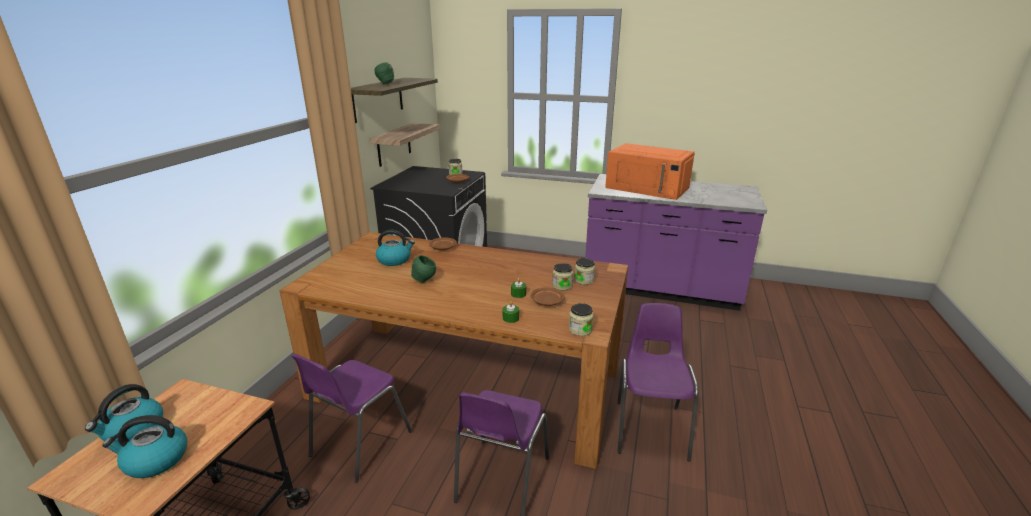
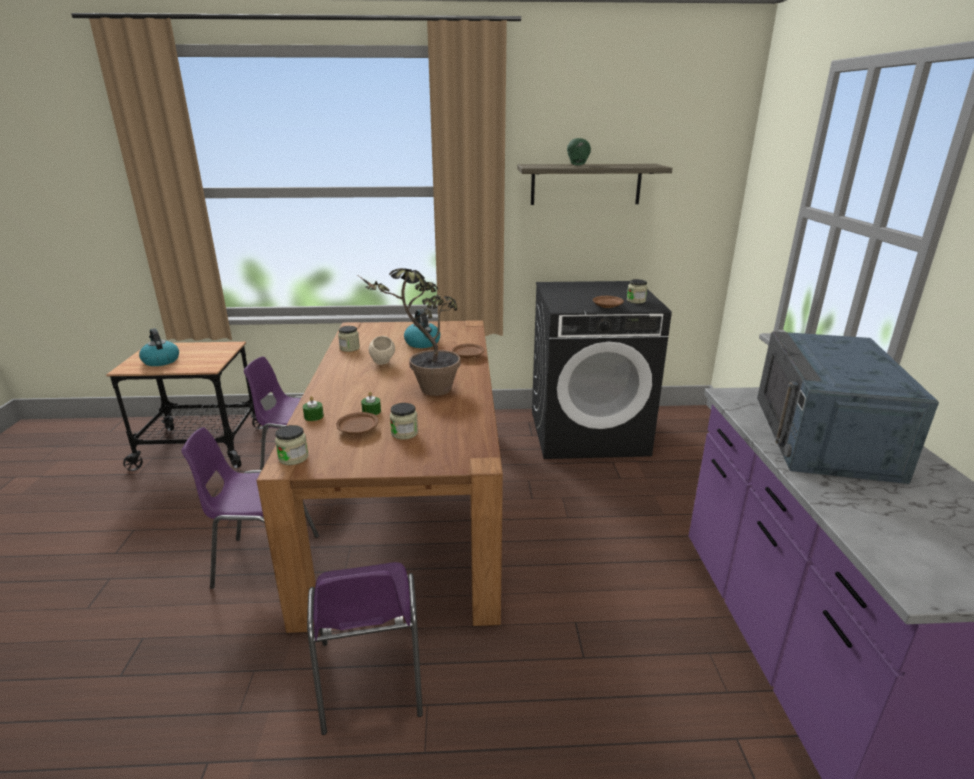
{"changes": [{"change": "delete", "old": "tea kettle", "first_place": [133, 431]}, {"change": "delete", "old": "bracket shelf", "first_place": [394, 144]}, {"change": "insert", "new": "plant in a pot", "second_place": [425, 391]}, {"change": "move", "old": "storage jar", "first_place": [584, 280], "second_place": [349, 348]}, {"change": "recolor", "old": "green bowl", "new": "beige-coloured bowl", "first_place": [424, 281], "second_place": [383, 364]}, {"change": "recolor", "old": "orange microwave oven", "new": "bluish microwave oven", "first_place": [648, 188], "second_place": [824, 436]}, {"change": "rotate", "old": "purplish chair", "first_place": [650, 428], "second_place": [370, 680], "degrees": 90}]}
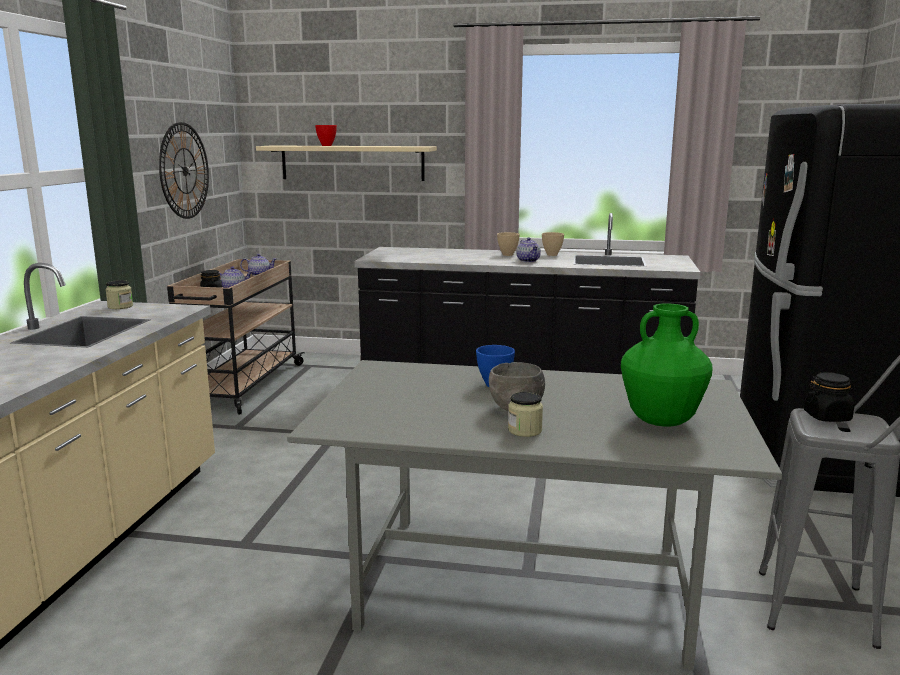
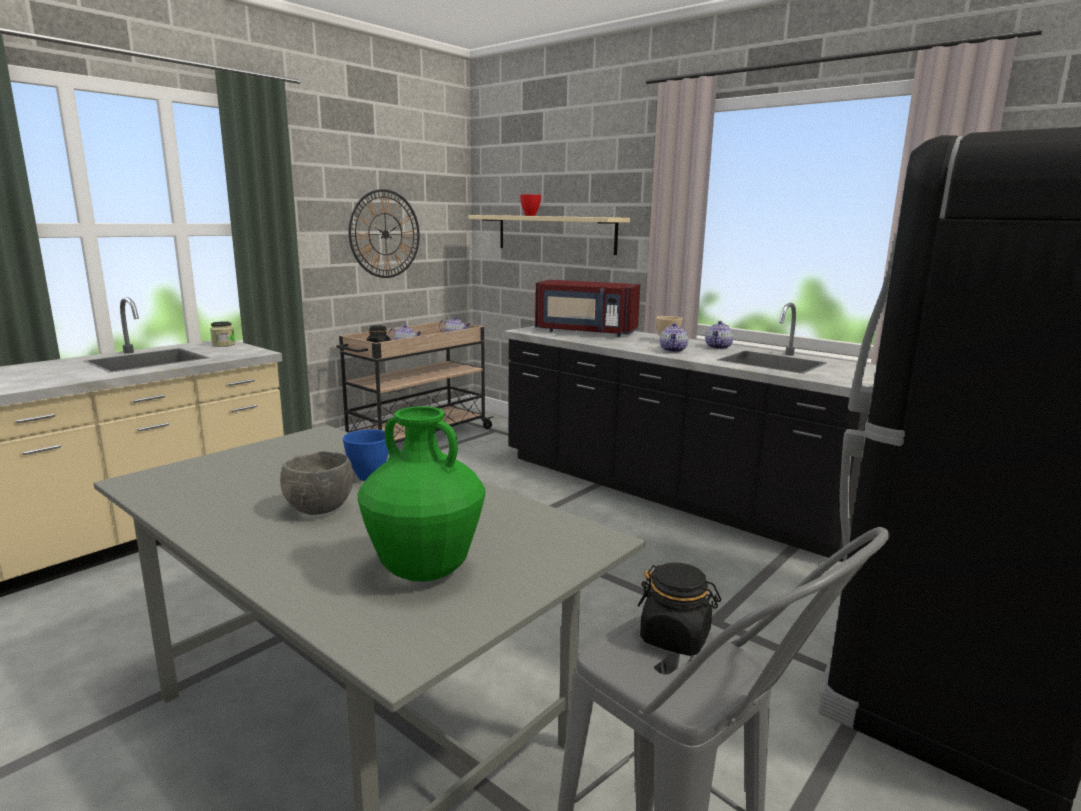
{"changes": [{"change": "delete", "old": "storage jar", "first_place": [524, 430]}, {"change": "insert", "new": "red-coloured microwave oven", "second_place": [585, 332]}, {"change": "replace", "old": "beige-coloured bowl", "new": "teapot", "first_place": [552, 254], "second_place": [718, 347]}]}
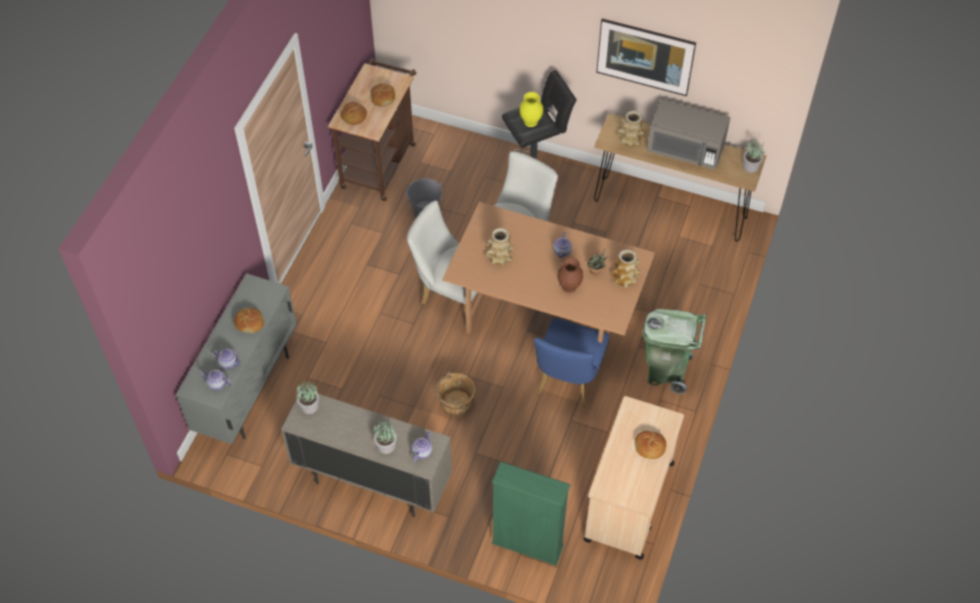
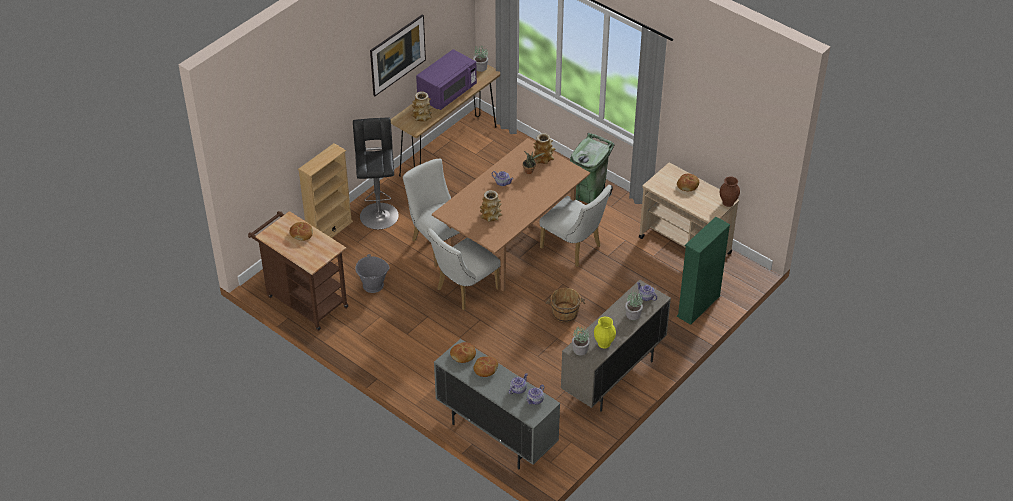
{"changes": [{"change": "insert", "new": "beige-coloured shelving unit", "second_place": [329, 231]}, {"change": "move", "old": "bread", "first_place": [353, 116], "second_place": [463, 355]}, {"change": "move", "old": "yellow vase", "first_place": [530, 122], "second_place": [604, 344]}, {"change": "move", "old": "brownish vase", "first_place": [568, 286], "second_place": [727, 203]}, {"change": "recolor", "old": "bluish chair", "new": "whitish chair", "first_place": [567, 382], "second_place": [574, 248]}, {"change": "recolor", "old": "grey microwave oven", "new": "purplish microwave oven", "first_place": [685, 149], "second_place": [447, 93]}]}
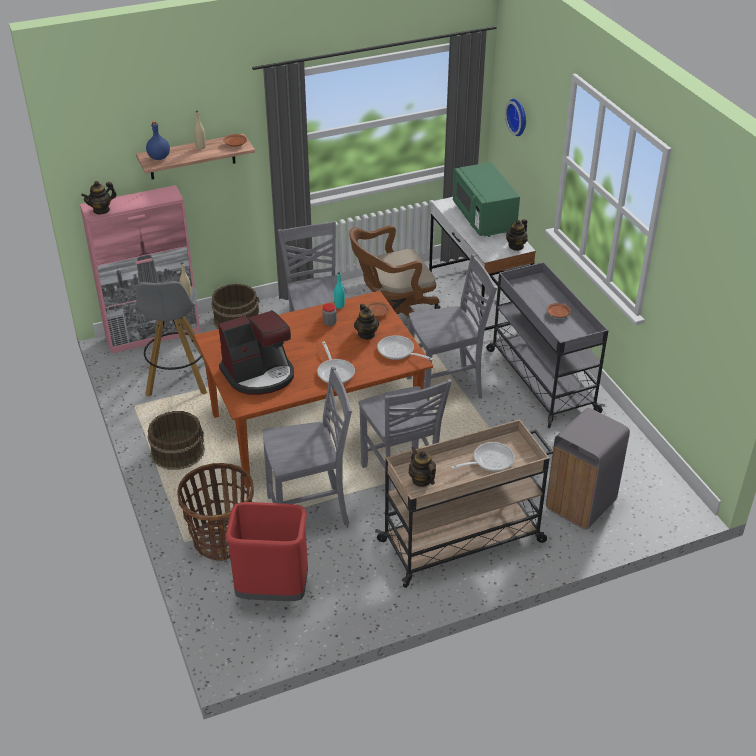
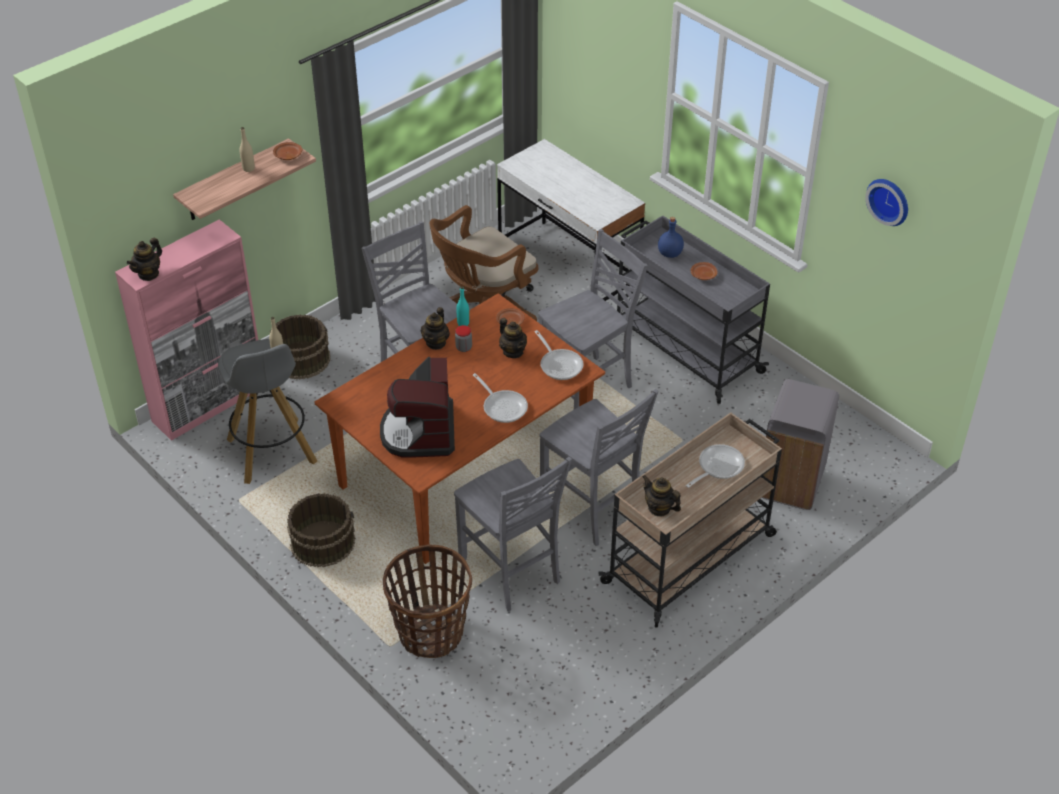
{"changes": [{"change": "delete", "old": "red-coloured trash can", "first_place": [272, 591]}, {"change": "delete", "old": "green microwave oven", "first_place": [484, 218]}, {"change": "move", "old": "bluish drink bottle", "first_place": [159, 157], "second_place": [669, 253]}, {"change": "move", "old": "wall clock", "first_place": [518, 116], "second_place": [890, 200]}, {"change": "move", "old": "teapot", "first_place": [516, 246], "second_place": [436, 343]}, {"change": "rotate", "old": "coffee brewer", "first_place": [259, 374], "second_place": [420, 432], "degrees": 135}, {"change": "rotate", "old": "grey chair", "first_place": [310, 512], "second_place": [511, 572], "degrees": 90}, {"change": "rotate", "old": "pan", "first_place": [398, 352], "second_place": [559, 364], "degrees": -135}]}
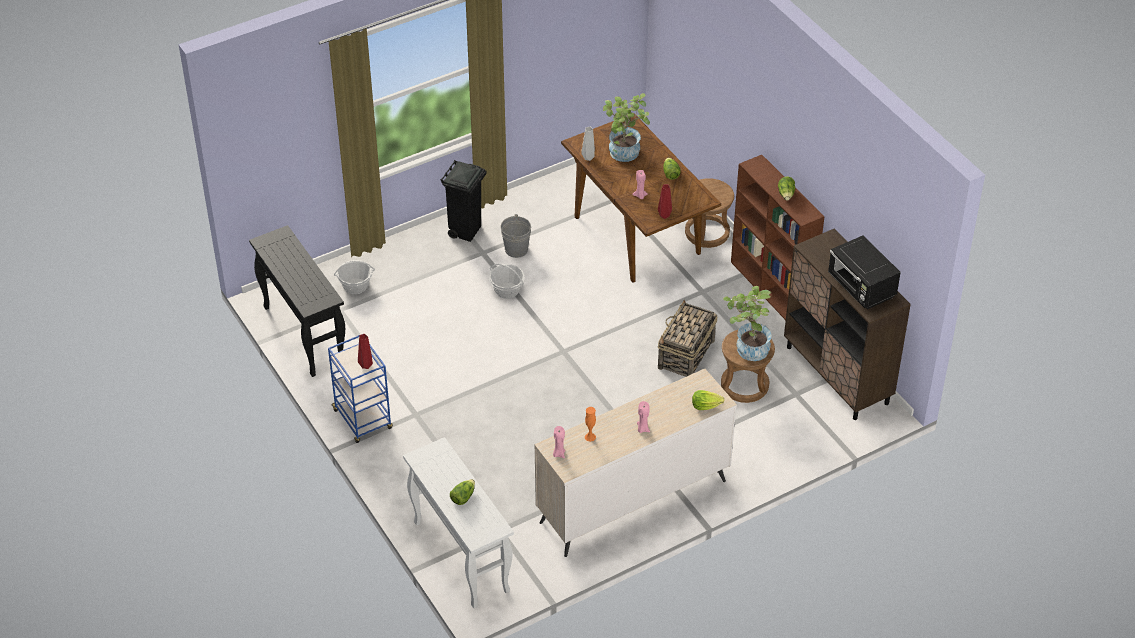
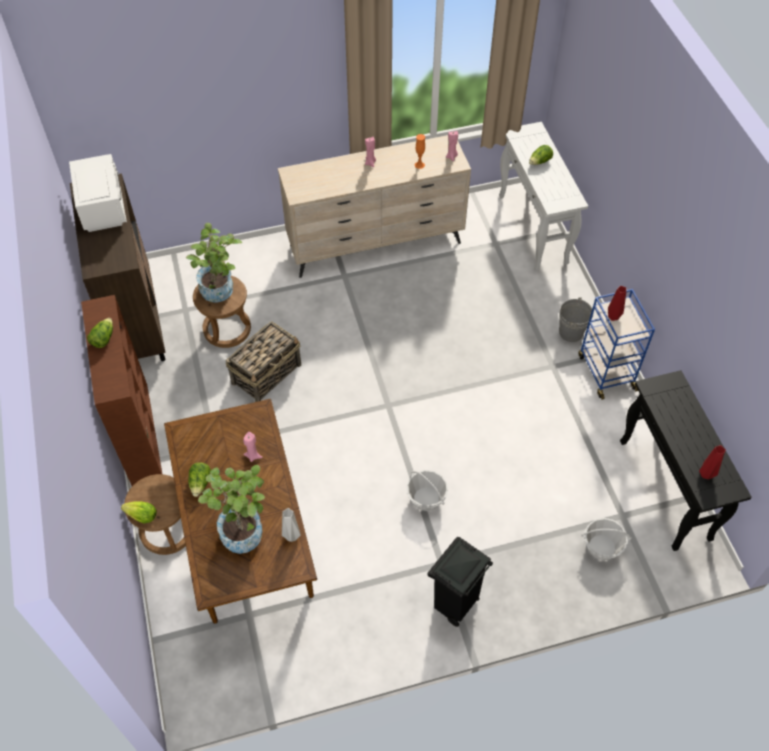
{"changes": [{"change": "move", "old": "grey bucket", "first_place": [516, 249], "second_place": [571, 332]}, {"change": "move", "old": "red-coloured vase", "first_place": [664, 215], "second_place": [707, 474]}, {"change": "move", "old": "lettuce", "first_place": [705, 406], "second_place": [142, 516]}, {"change": "recolor", "old": "blackish microwave oven", "new": "whitish microwave oven", "first_place": [861, 288], "second_place": [103, 207]}]}
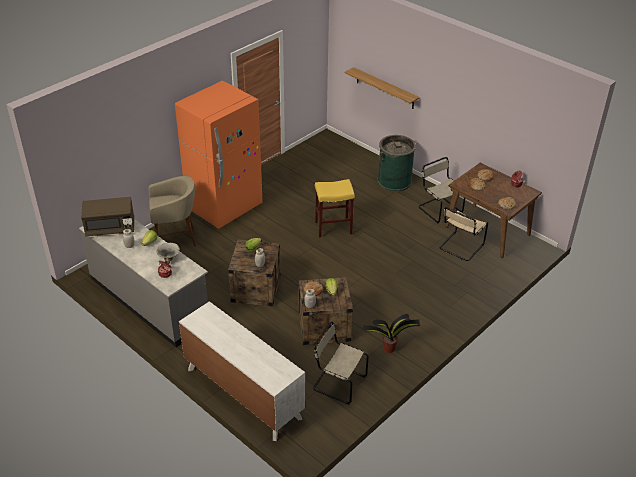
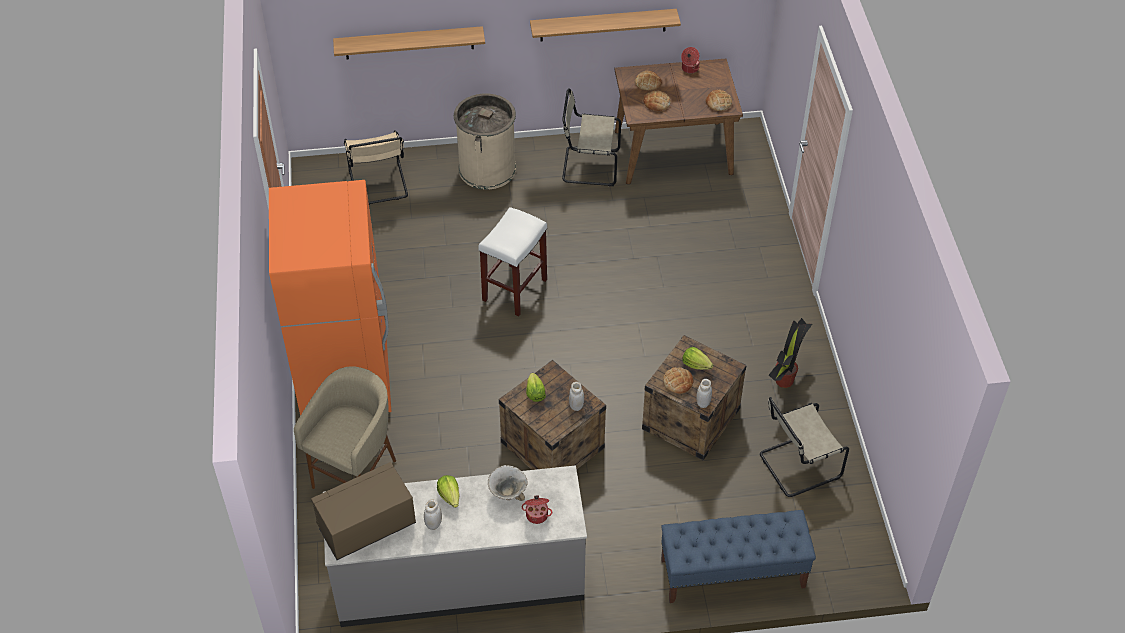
{"changes": [{"change": "insert", "new": "bracket shelf", "second_place": [603, 25]}, {"change": "move", "old": "beige-coloured chair", "first_place": [460, 247], "second_place": [379, 185]}, {"change": "replace", "old": "whitish chest of drawers", "new": "bluish bench", "first_place": [243, 393], "second_place": [732, 573]}, {"change": "recolor", "old": "yellow stool", "new": "whitish stool", "first_place": [332, 228], "second_place": [514, 291]}, {"change": "recolor", "old": "green trash can", "new": "beige-coloured trash can", "first_place": [394, 181], "second_place": [487, 169]}, {"change": "rotate", "old": "brownish microwave oven", "first_place": [110, 228], "second_place": [366, 525], "degrees": -150}]}
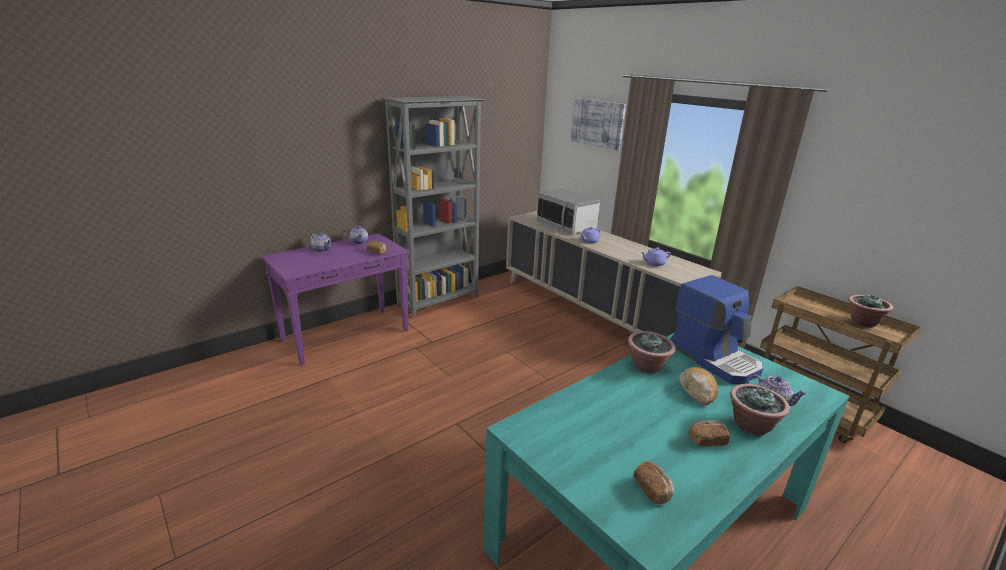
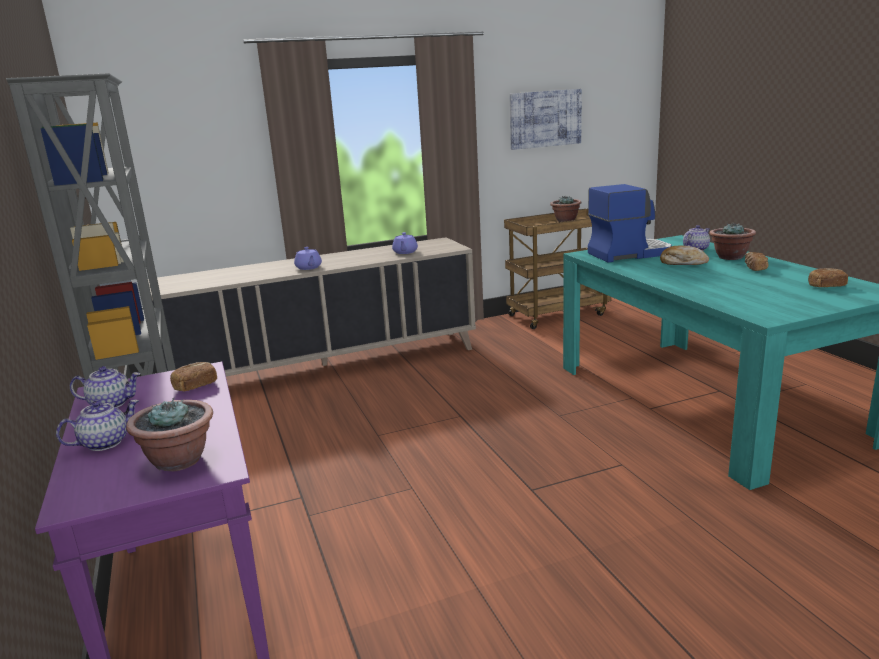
{"changes": [{"change": "delete", "old": "microwave oven", "first_place": [566, 225]}, {"change": "move", "old": "wall picture", "first_place": [597, 123], "second_place": [545, 119]}, {"change": "move", "old": "plant in a pot", "first_place": [647, 367], "second_place": [179, 460]}]}
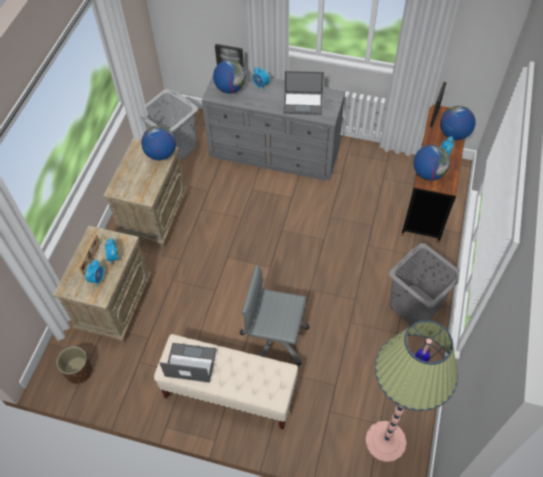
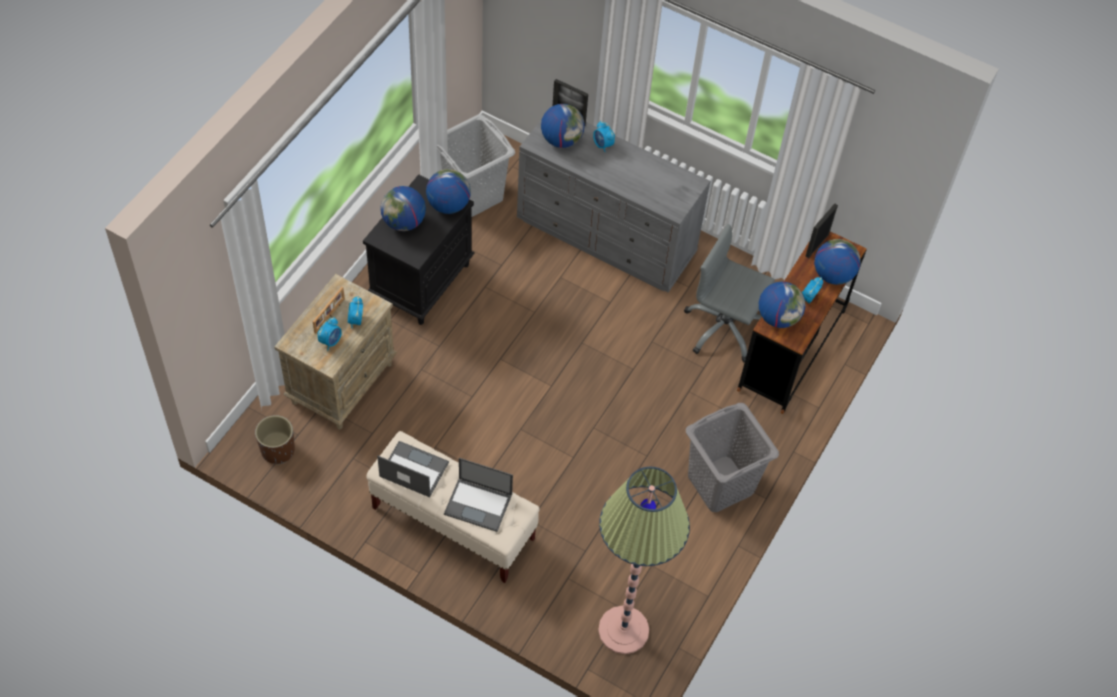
{"changes": [{"change": "insert", "new": "globe", "second_place": [403, 222]}, {"change": "move", "old": "grey desk chair", "first_place": [275, 340], "second_place": [723, 328]}, {"change": "move", "old": "laptop", "first_place": [303, 103], "second_place": [479, 504]}, {"change": "recolor", "old": "beige-coloured bedside table", "new": "blackish bedside table", "first_place": [155, 216], "second_place": [422, 281]}]}
